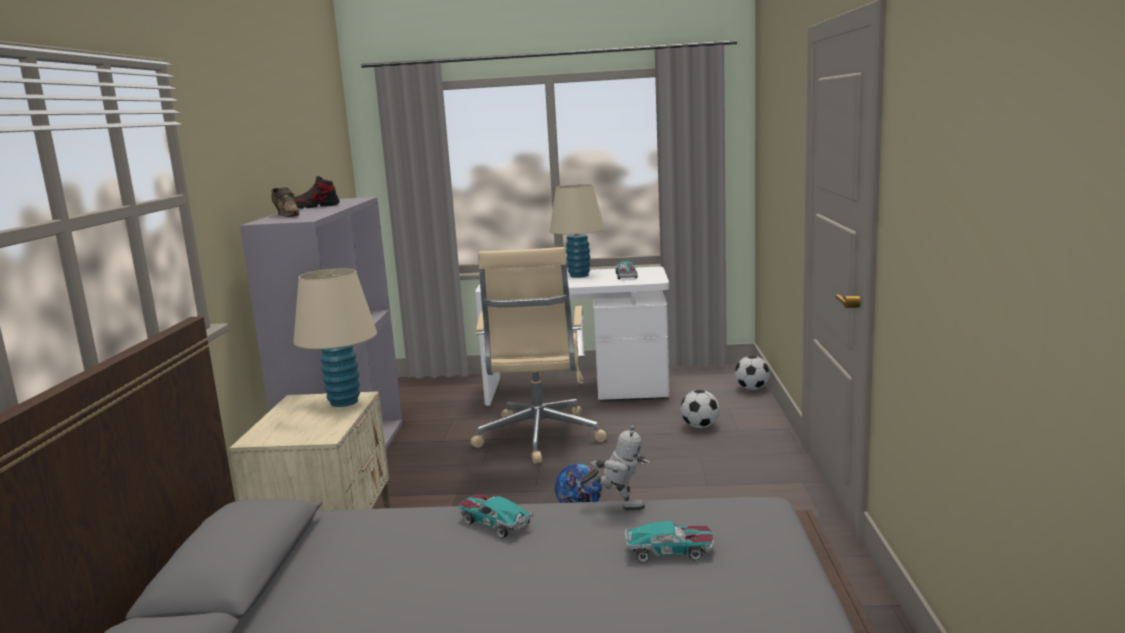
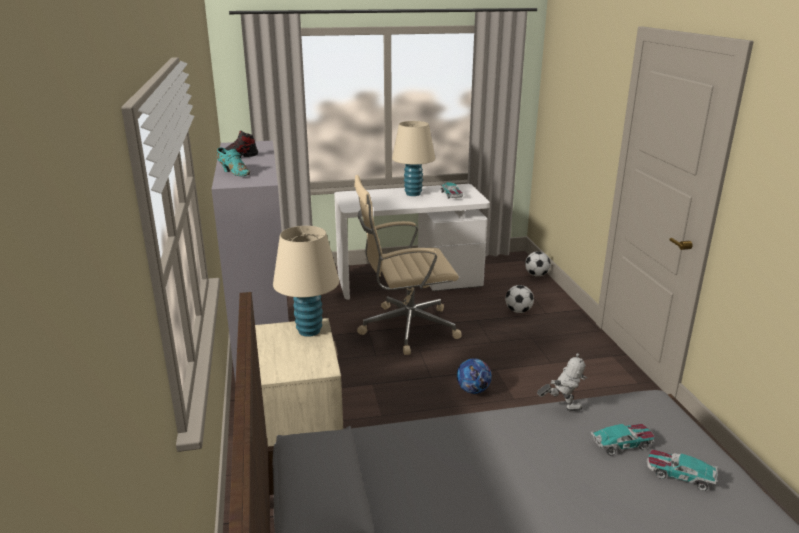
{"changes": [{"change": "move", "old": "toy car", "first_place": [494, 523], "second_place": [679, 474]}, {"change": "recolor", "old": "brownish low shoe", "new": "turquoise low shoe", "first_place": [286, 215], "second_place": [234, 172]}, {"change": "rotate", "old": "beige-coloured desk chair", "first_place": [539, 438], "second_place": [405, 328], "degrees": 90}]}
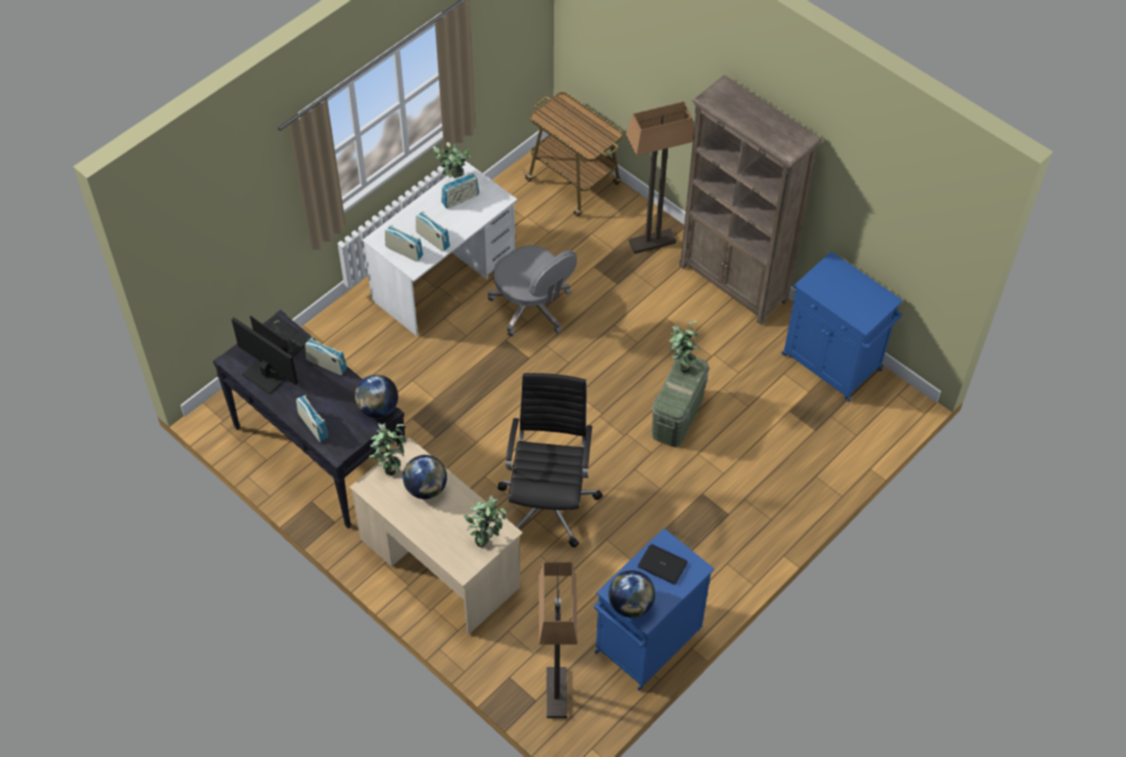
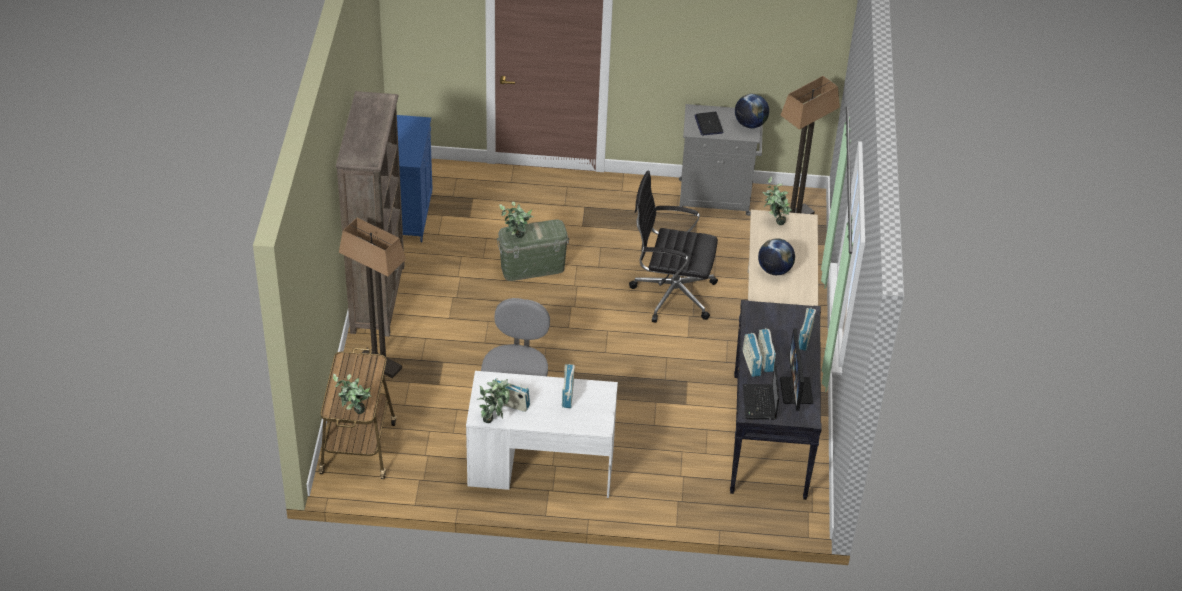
{"changes": [{"change": "delete", "old": "globe", "first_place": [378, 408]}, {"change": "move", "old": "plant in a pot", "first_place": [390, 465], "second_place": [354, 414]}, {"change": "move", "old": "radio set", "first_place": [404, 251], "second_place": [765, 359]}, {"change": "recolor", "old": "bluish cabinet", "new": "grey cabinet", "first_place": [647, 642], "second_place": [716, 198]}, {"change": "rotate", "old": "blackish desk chair", "first_place": [549, 502], "second_place": [671, 293], "degrees": 45}]}
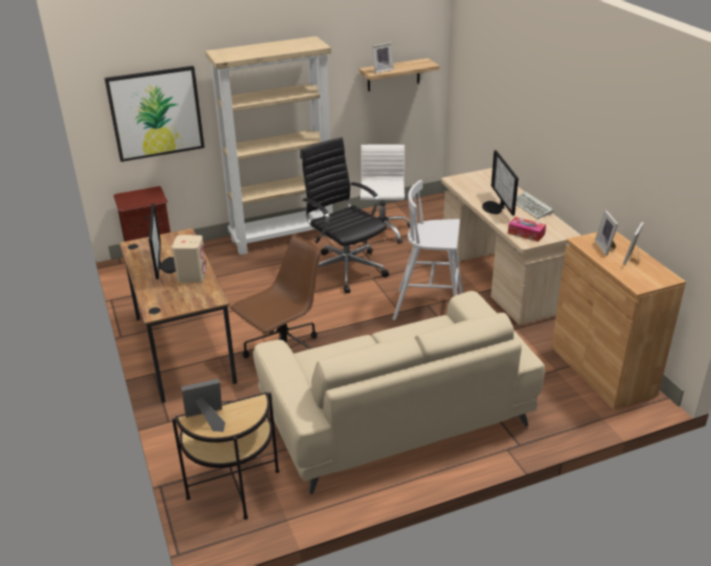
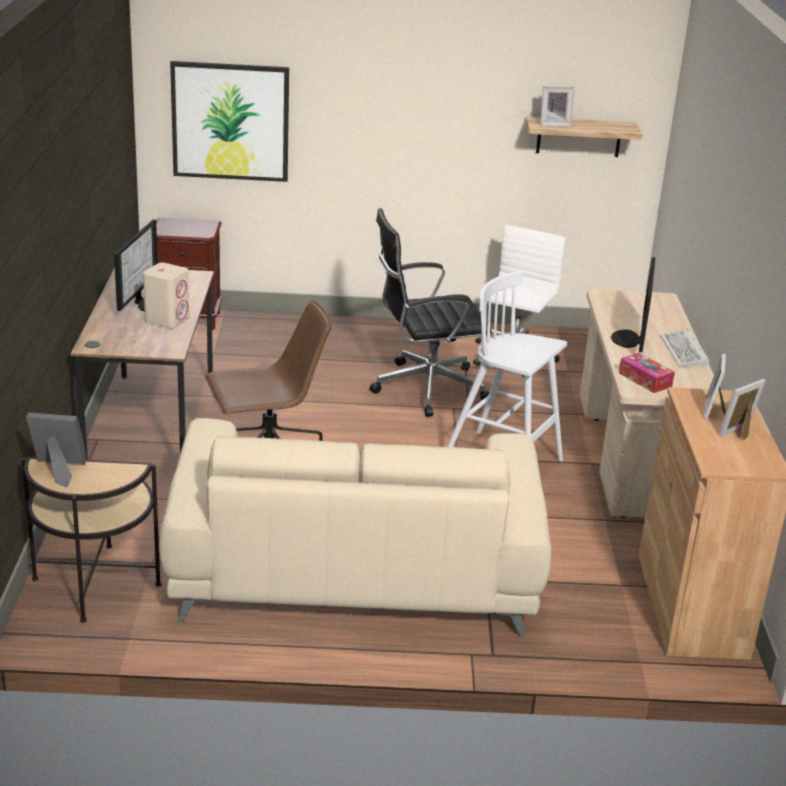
{"changes": [{"change": "delete", "old": "beige-coloured shelving unit", "first_place": [283, 236]}, {"change": "rotate", "old": "blackish desk chair", "first_place": [345, 268], "second_place": [425, 388], "degrees": -90}]}
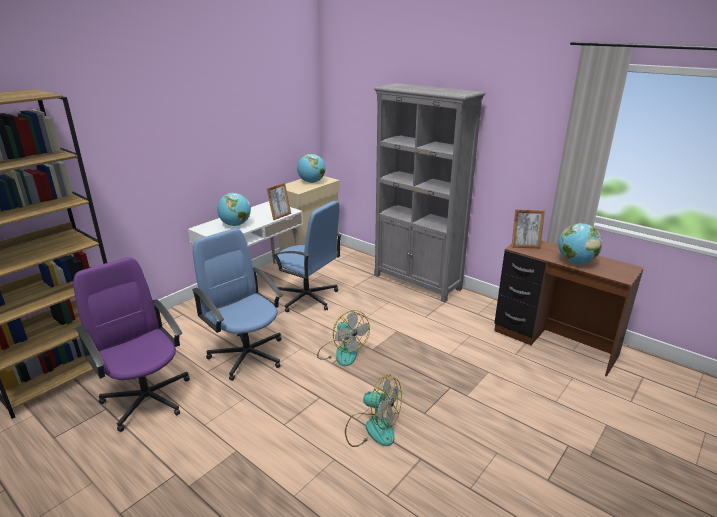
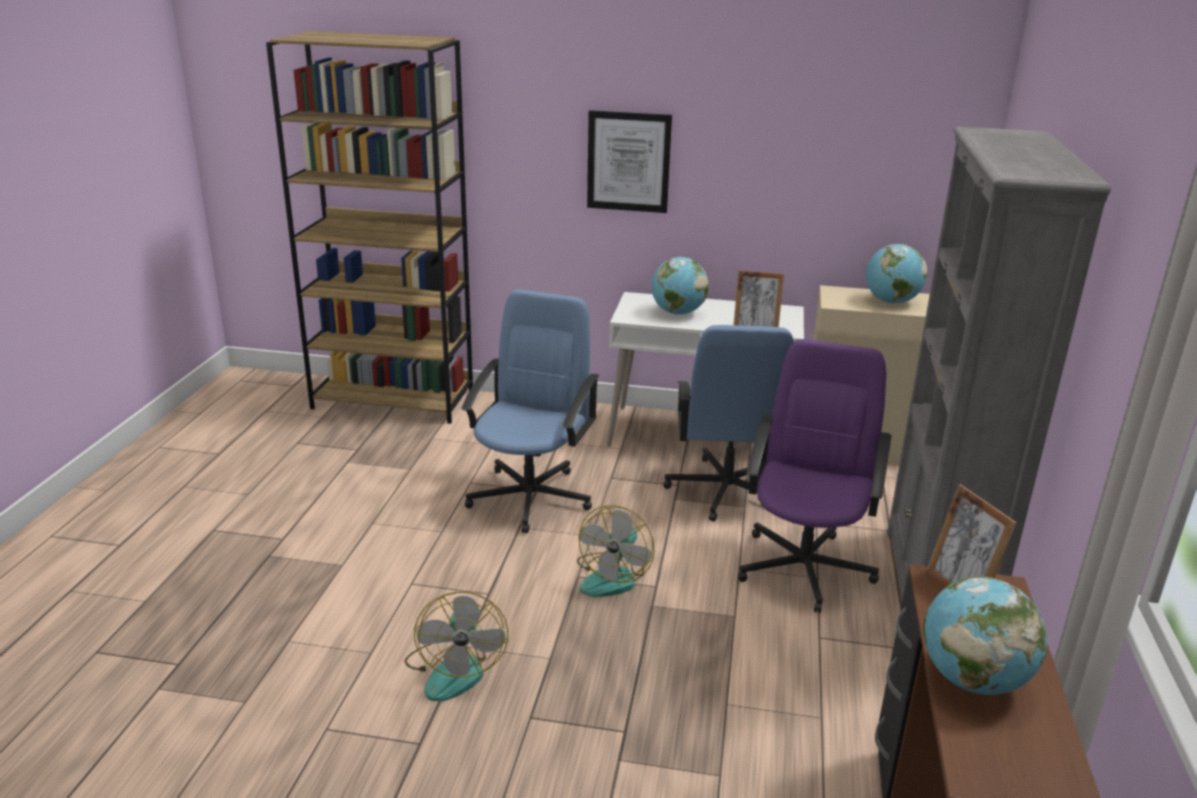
{"changes": [{"change": "insert", "new": "wall picture", "second_place": [628, 161]}, {"change": "move", "old": "purplish desk chair", "first_place": [147, 398], "second_place": [805, 567]}]}
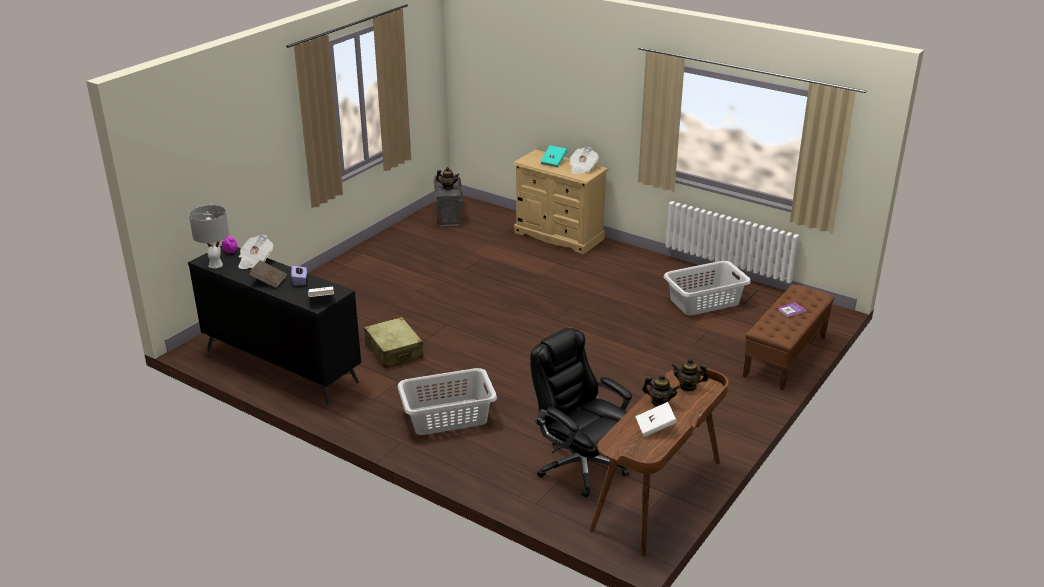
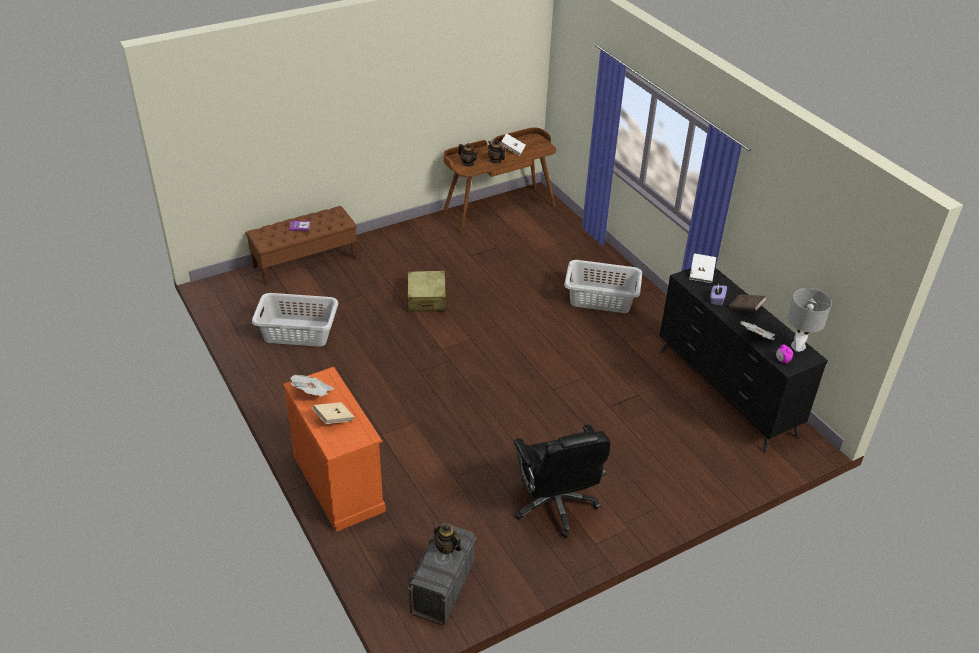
{"changes": [{"change": "move", "old": "beige-coloured suitcase", "first_place": [394, 351], "second_place": [426, 299]}, {"change": "move", "old": "blackish desk chair", "first_place": [580, 465], "second_place": [555, 505]}, {"change": "recolor", "old": "beige-coloured chest of drawers", "new": "orange chest of drawers", "first_place": [559, 236], "second_place": [339, 483]}, {"change": "recolor", "old": "turquoise volume", "new": "beige-coloured volume", "first_place": [553, 162], "second_place": [333, 419]}]}
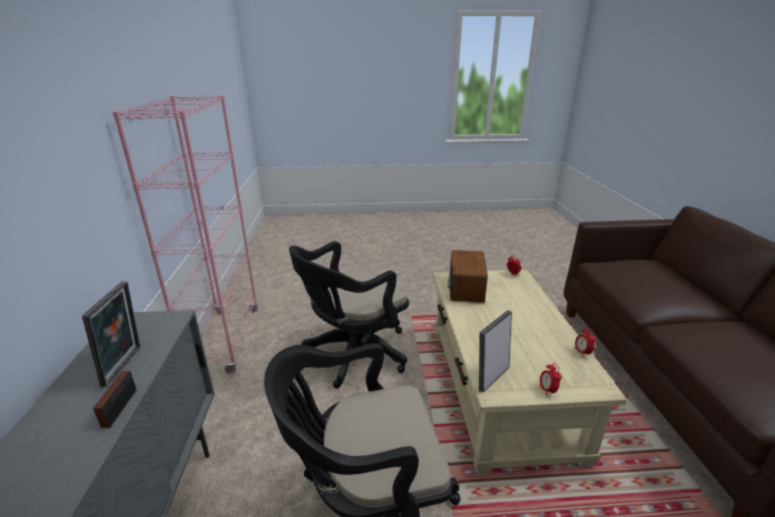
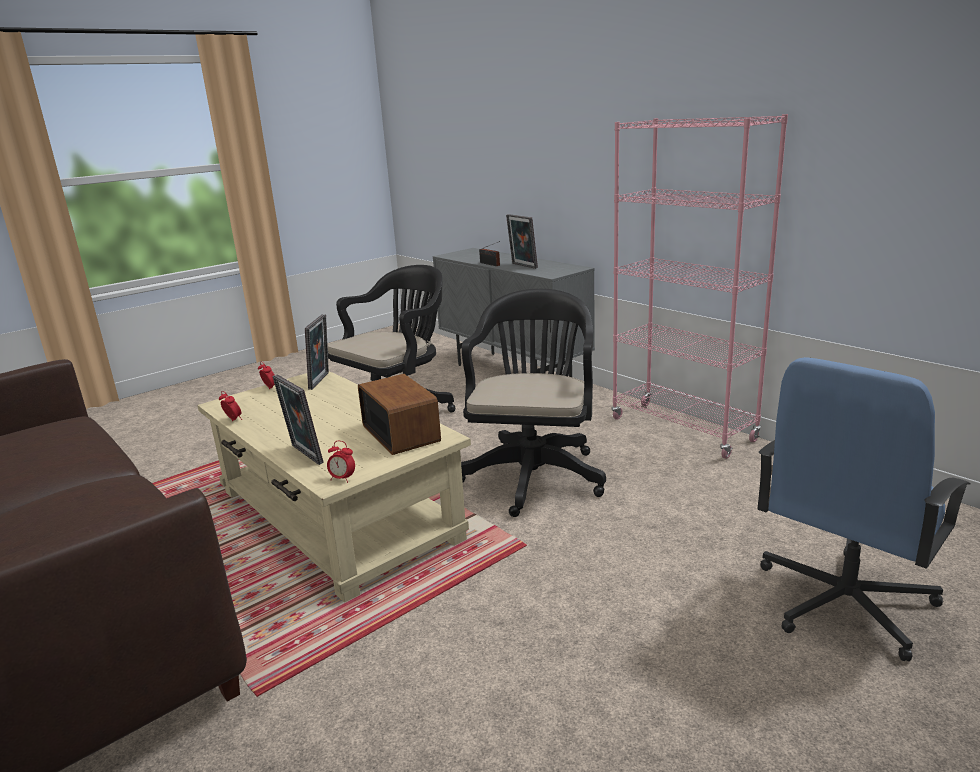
{"changes": [{"change": "insert", "new": "standing frame", "second_place": [303, 455]}, {"change": "insert", "new": "bluish desk chair", "second_place": [843, 602]}]}
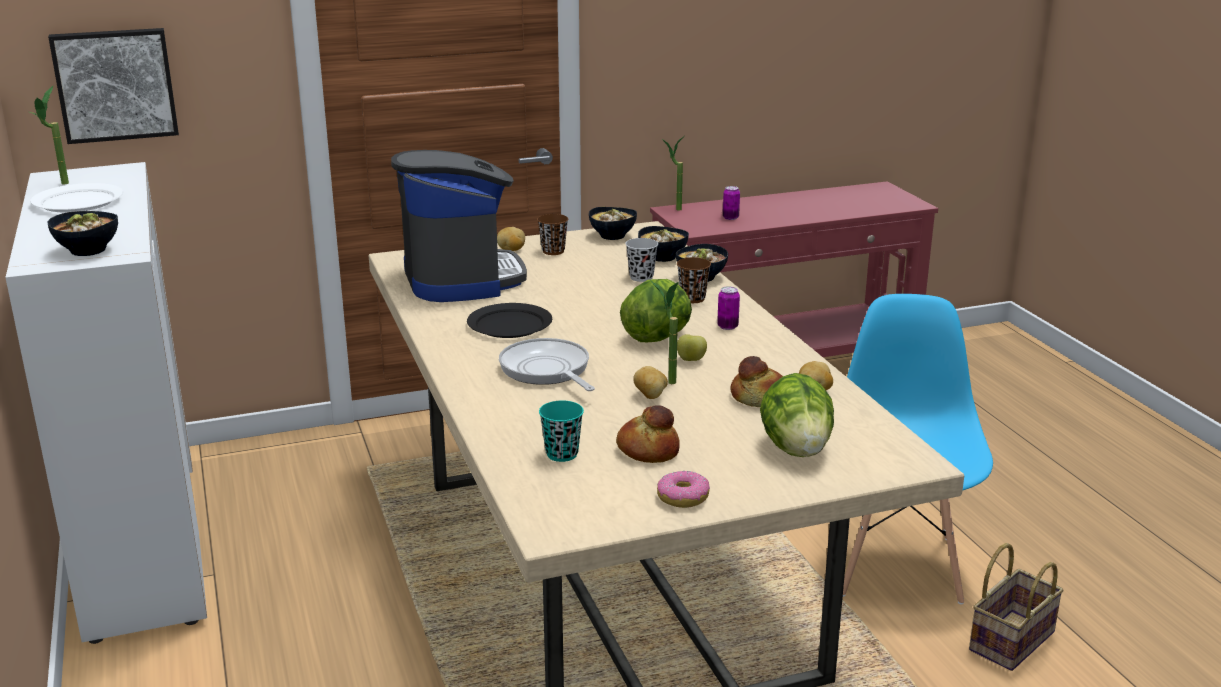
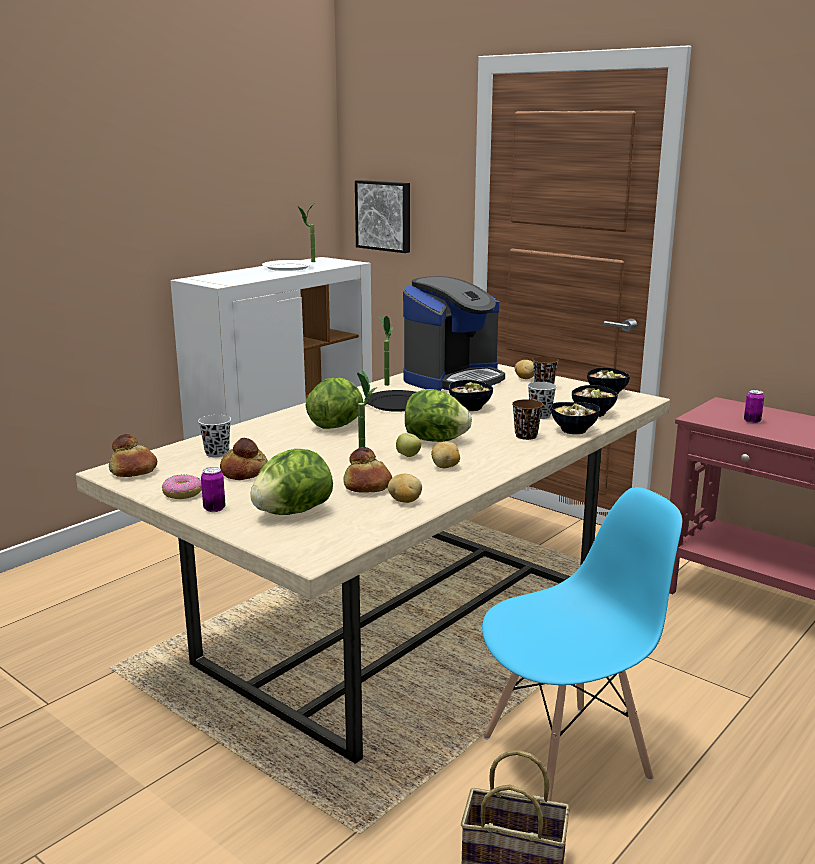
{"changes": [{"change": "insert", "new": "bread", "second_place": [133, 471]}, {"change": "move", "old": "bowl", "first_place": [88, 250], "second_place": [470, 407]}, {"change": "move", "old": "potato", "first_place": [650, 396], "second_place": [445, 467]}, {"change": "move", "old": "plant in a pot", "first_place": [673, 209], "second_place": [385, 383]}, {"change": "move", "old": "metal can", "first_place": [727, 326], "second_place": [214, 508]}, {"change": "replace", "old": "pan", "new": "lettuce", "first_place": [547, 370], "second_place": [337, 426]}, {"change": "recolor", "old": "turquoise drinking cup", "new": "blackish drinking cup", "first_place": [562, 454], "second_place": [217, 453]}]}
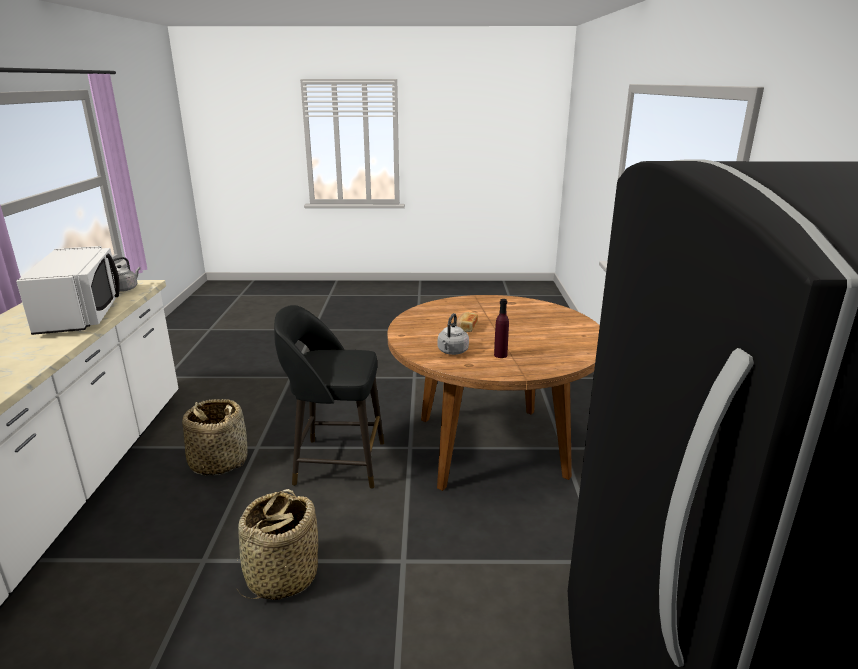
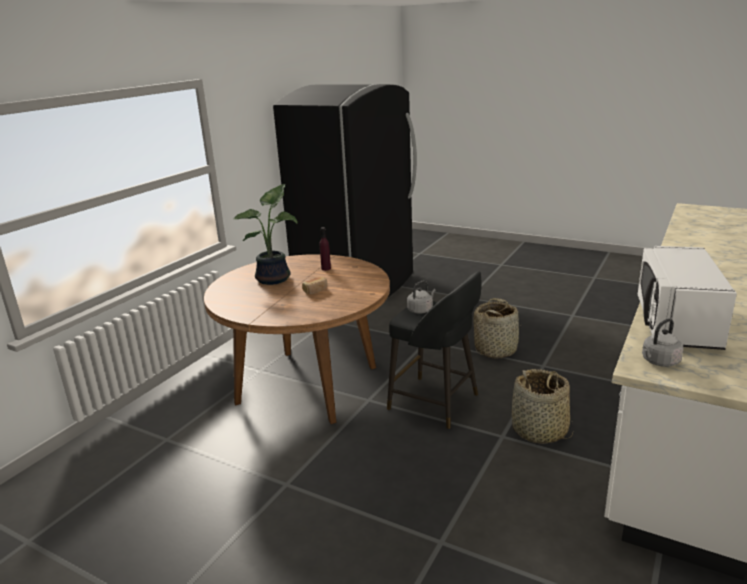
{"changes": [{"change": "insert", "new": "plant in a pot", "second_place": [275, 279]}, {"change": "move", "old": "grey tea kettle", "first_place": [452, 352], "second_place": [421, 310]}]}
